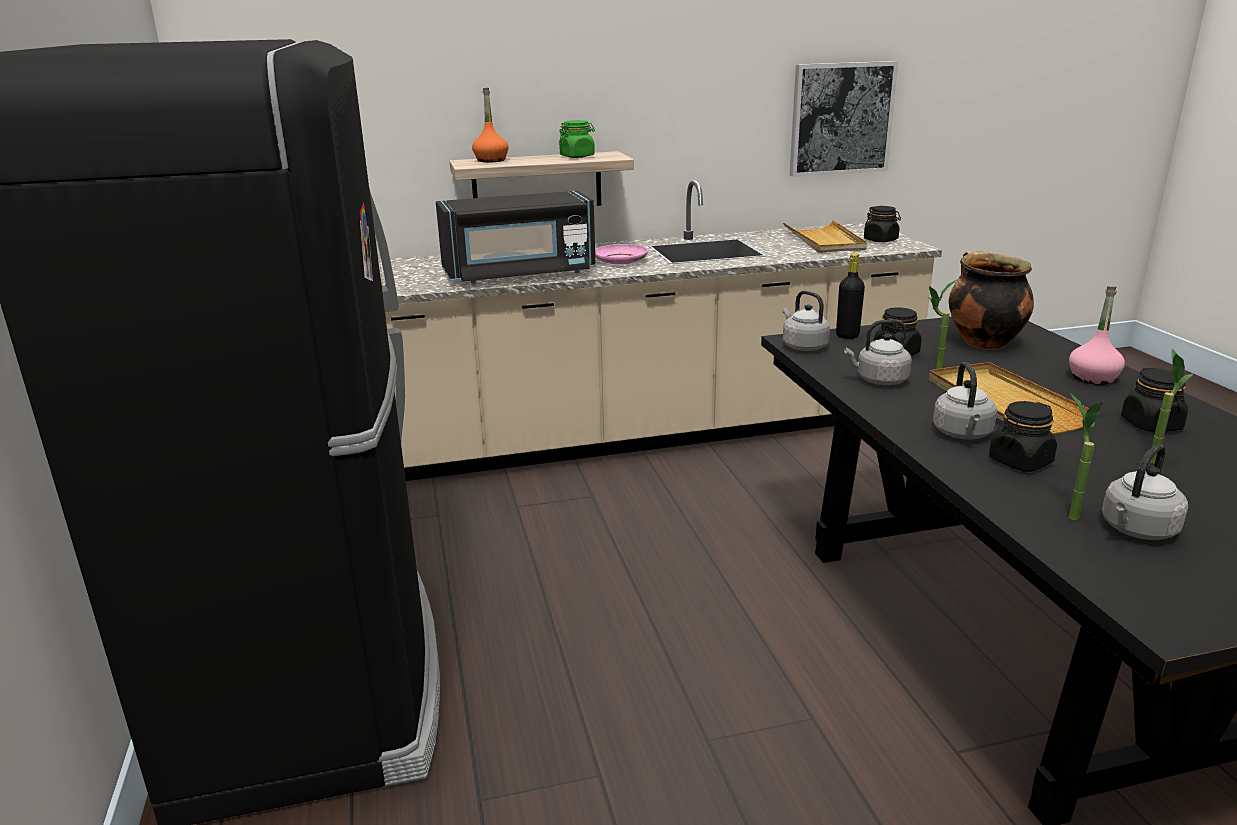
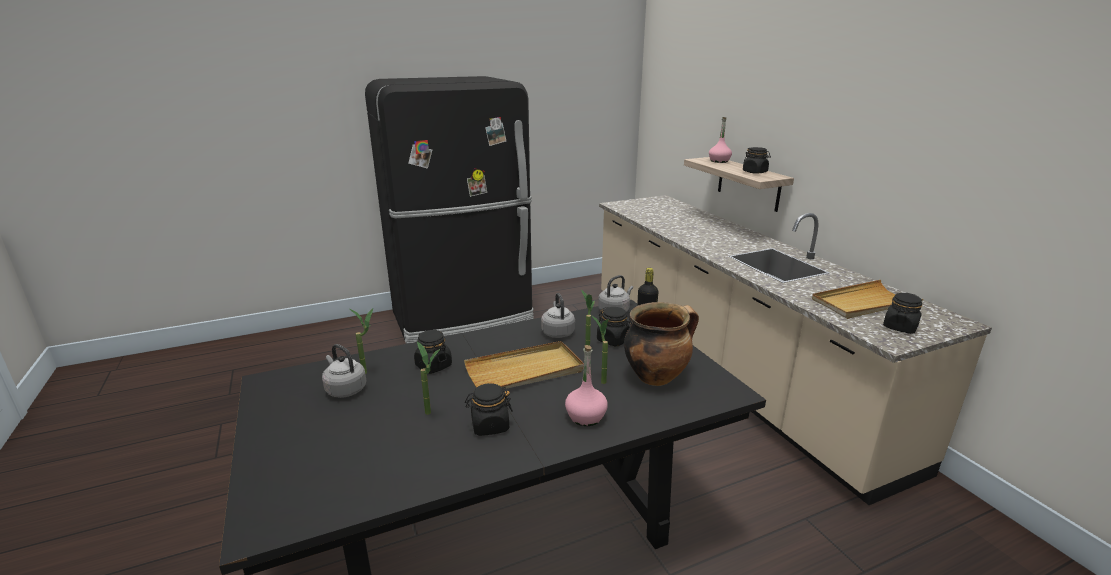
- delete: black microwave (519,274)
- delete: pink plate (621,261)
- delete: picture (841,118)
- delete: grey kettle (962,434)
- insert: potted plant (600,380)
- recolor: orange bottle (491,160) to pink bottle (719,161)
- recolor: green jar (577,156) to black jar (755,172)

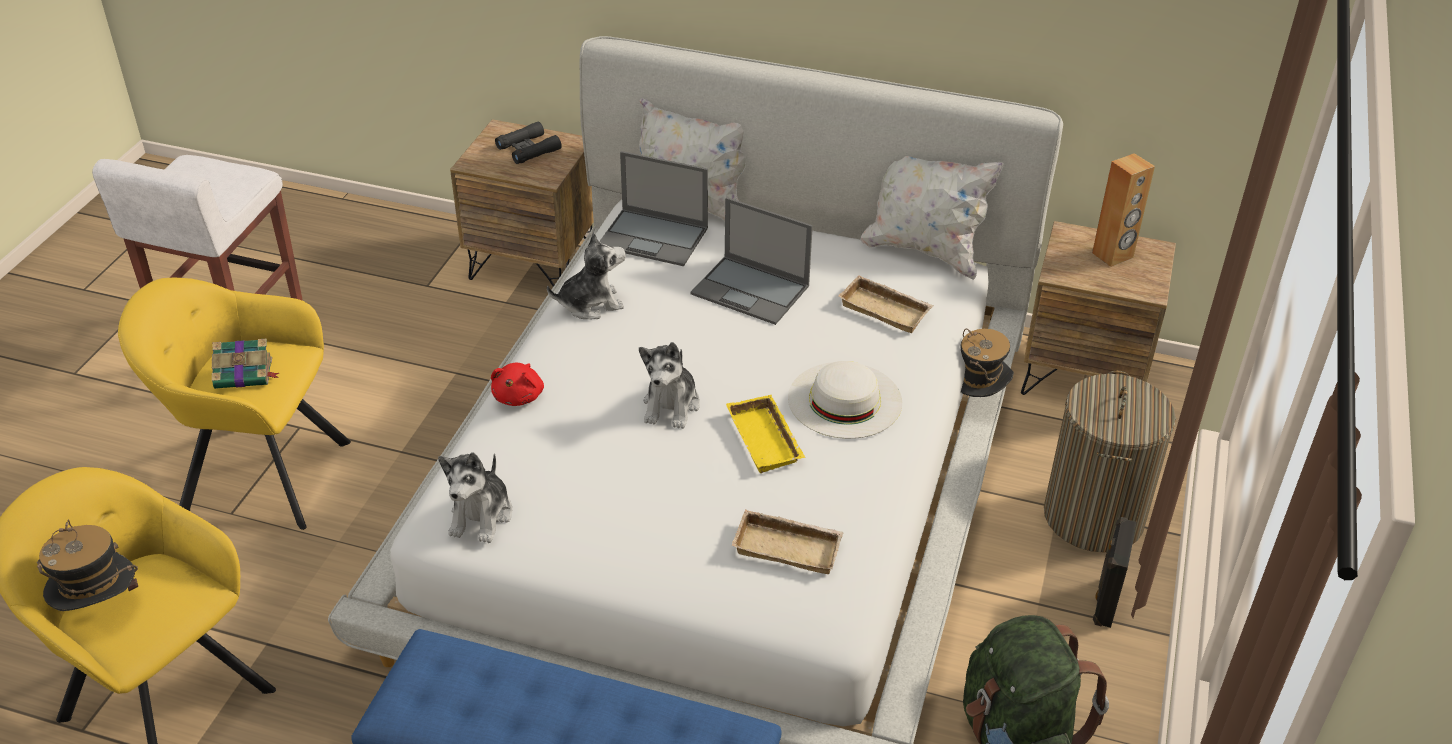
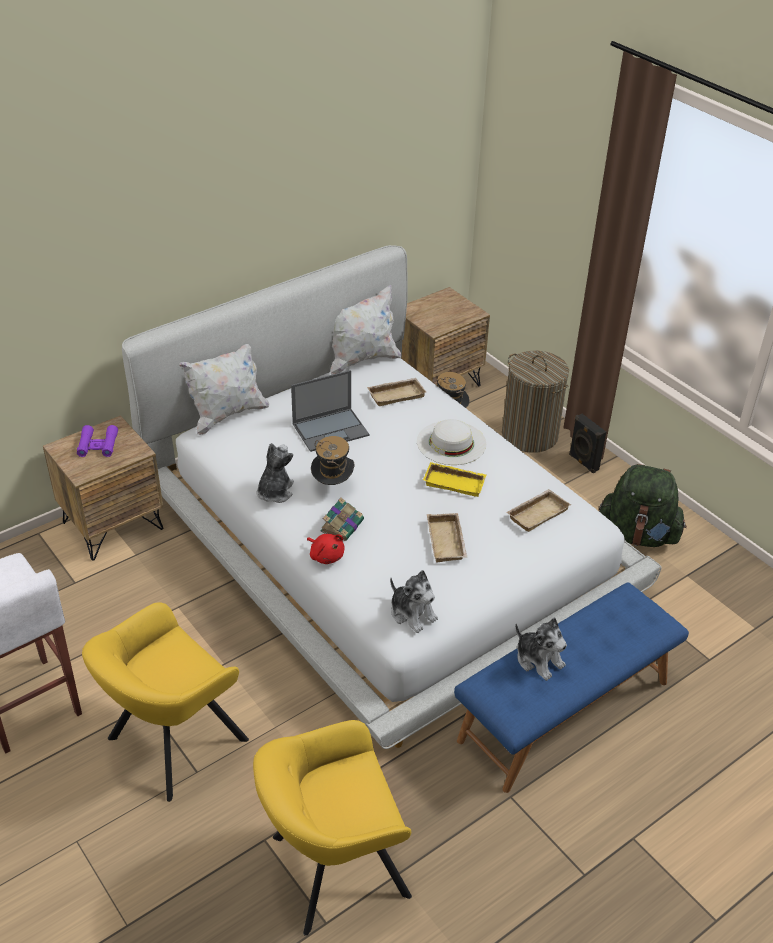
- delete: laptop (654,237)
- delete: brown speaker (1113,255)
- insert: beige tray (448,542)
- move: hat (101,610) to (333,486)
- move: book (245,373) to (342,525)
- move: plush toy (671,405) to (538,660)
- recolor: black binoculars (528,149) to purple binoculars (98,445)

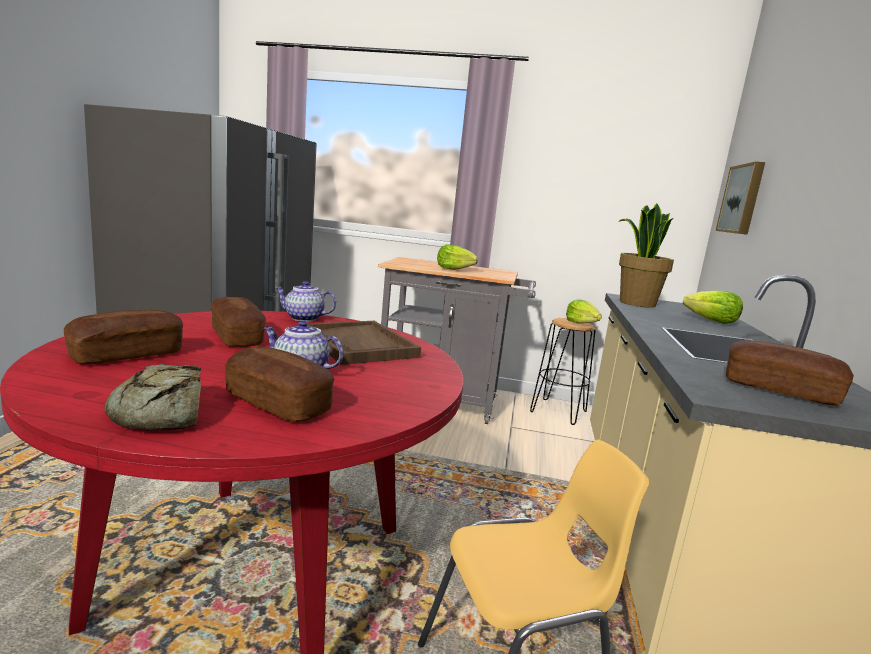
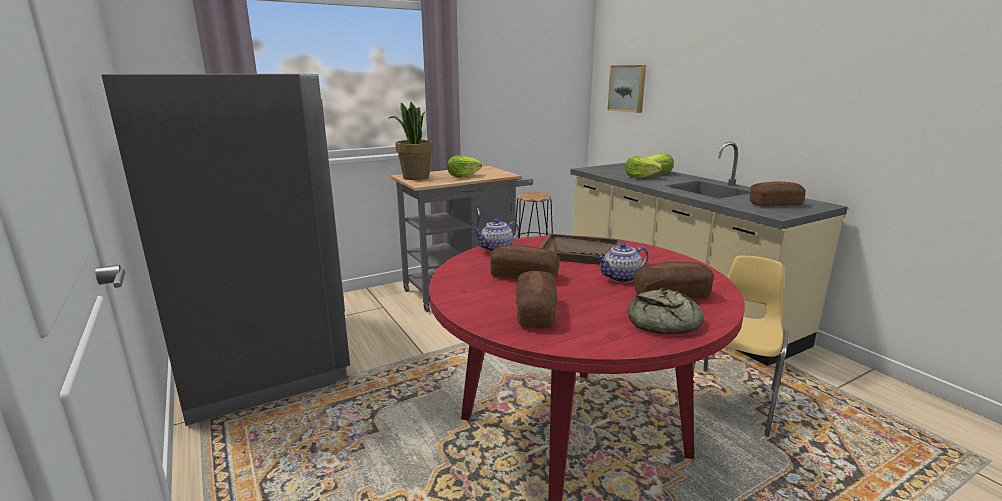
- move: lettuce (581,323) to (640,177)
- move: potted plant (636,303) to (415,177)

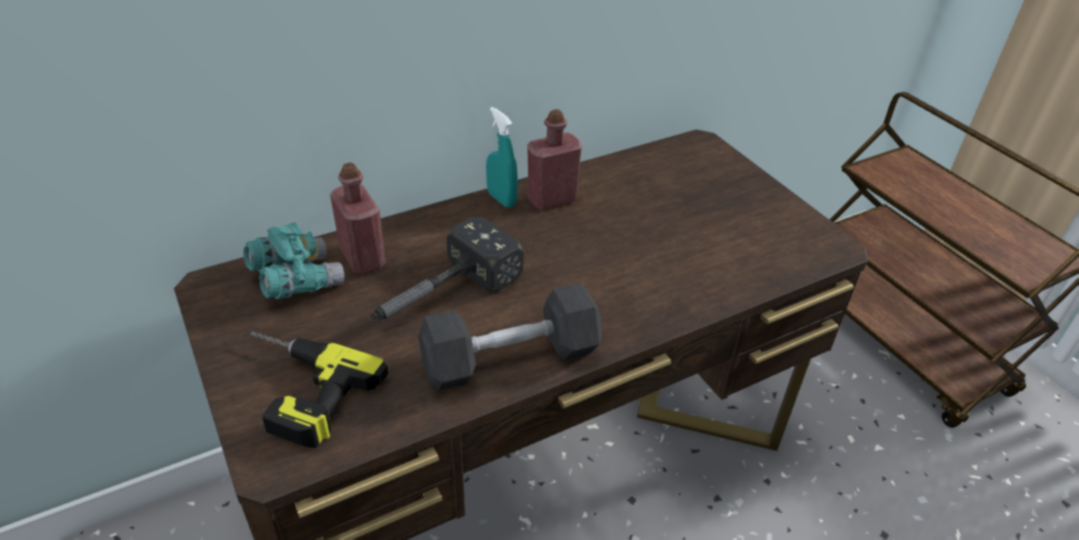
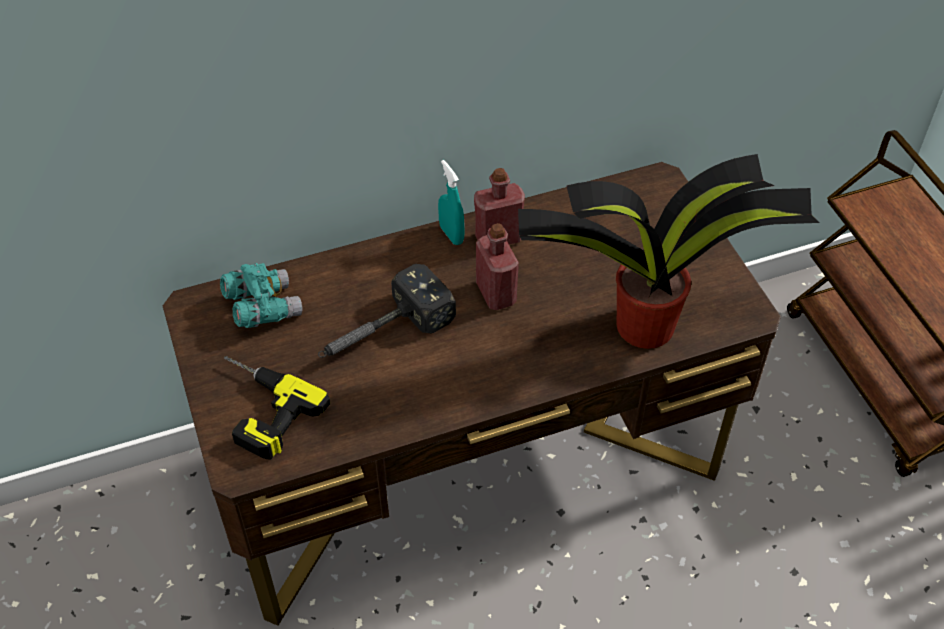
- delete: grey dumbbell (510,358)
- insert: potted plant (649,325)
- move: red bottle (362,258) to (496,293)

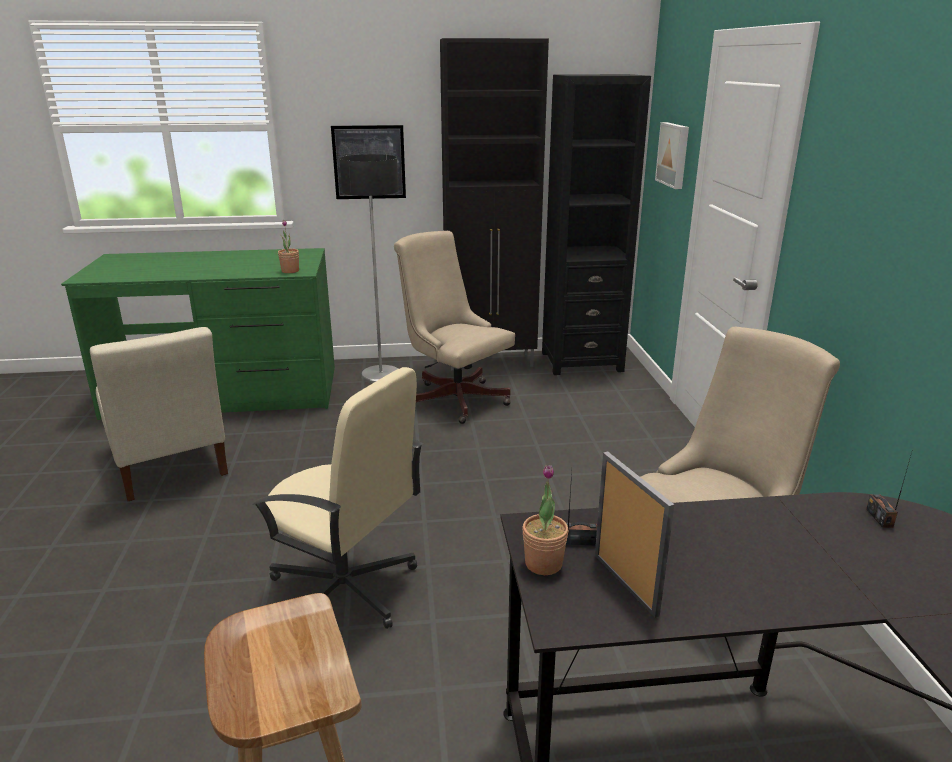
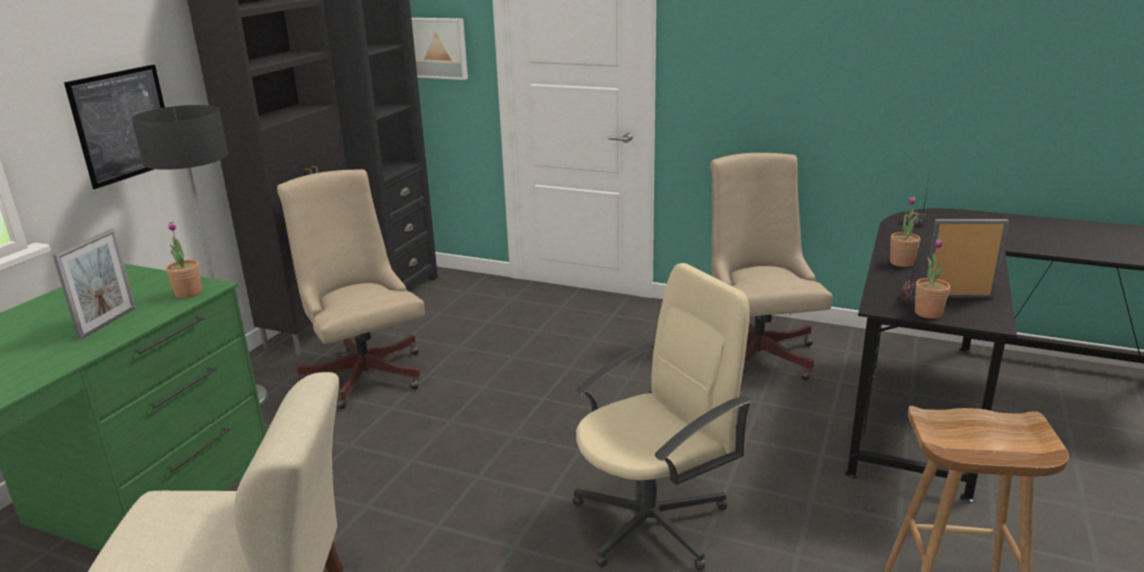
- insert: picture frame (108,323)
- insert: potted plant (901,263)
- rotate: beige office chair (453,398) = (364,371) 75 degrees clockwise

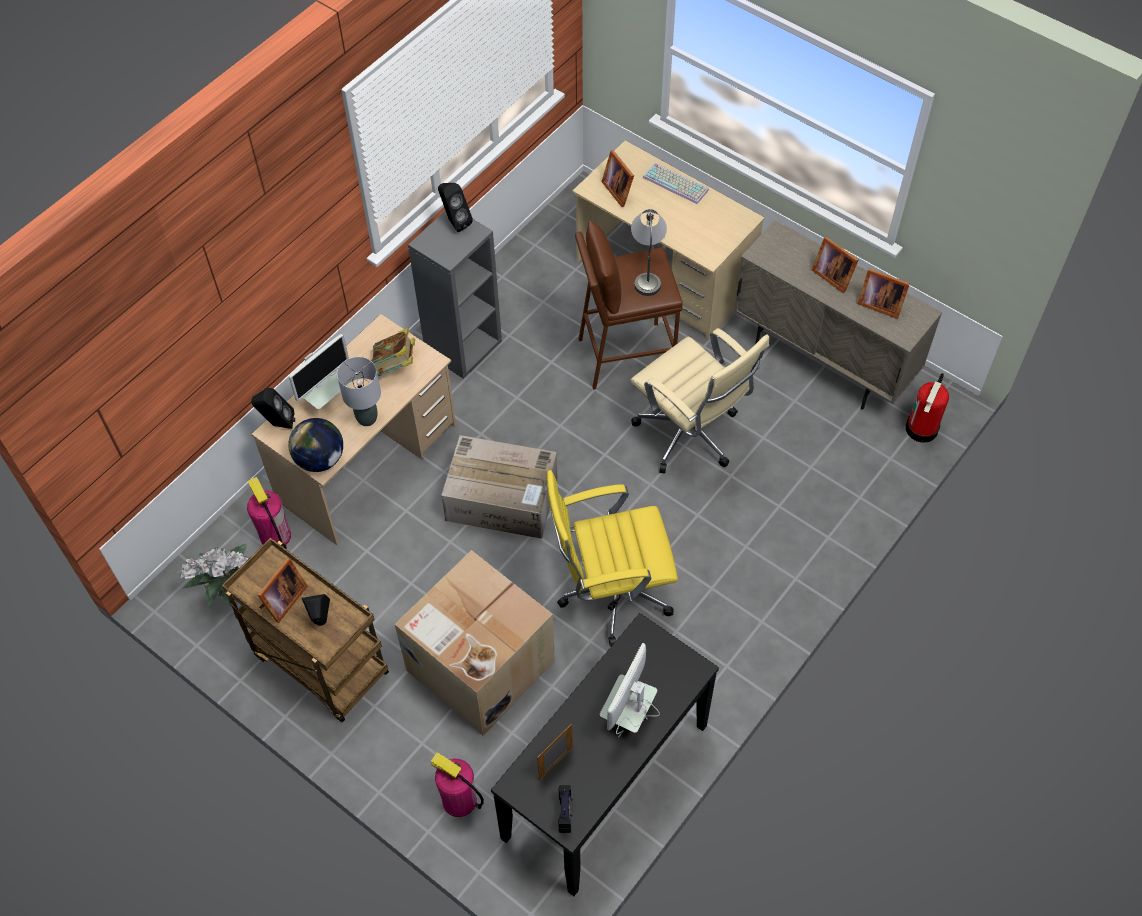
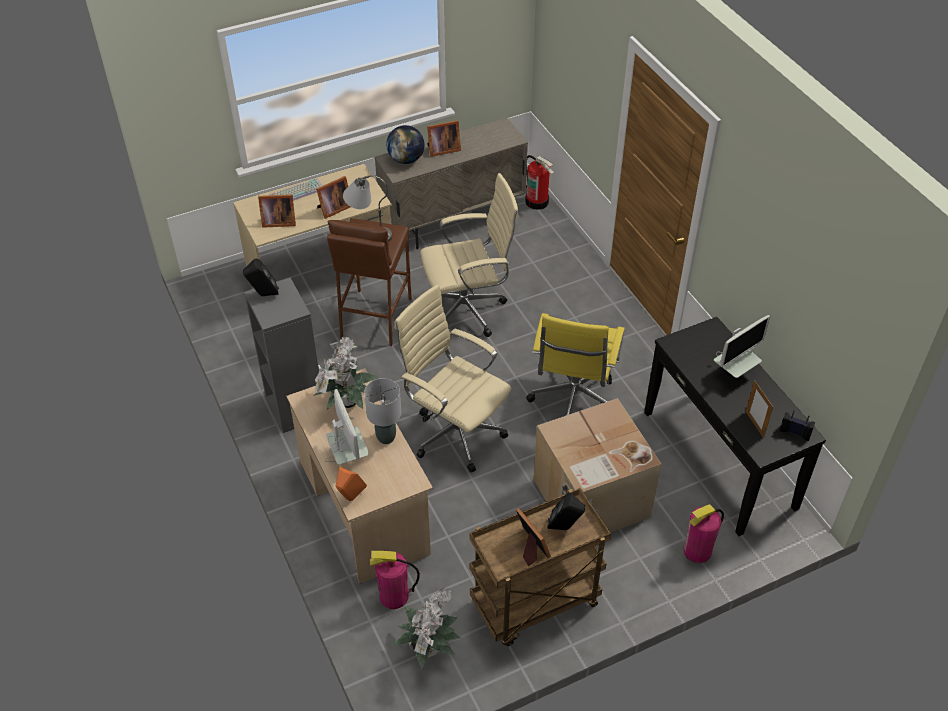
- move: globe (320,459) to (406,159)
- move: picture frame (879,303) to (333,209)
- replace: book (395,365) to potted plant (346,403)
- replace: cardboard box (503,499) to beige office chair (454,433)
- recolor: black speaker (277,424) to orange speaker (350,498)
- rotate: monitor (629,715) = (733,373) 90 degrees counterclockwise

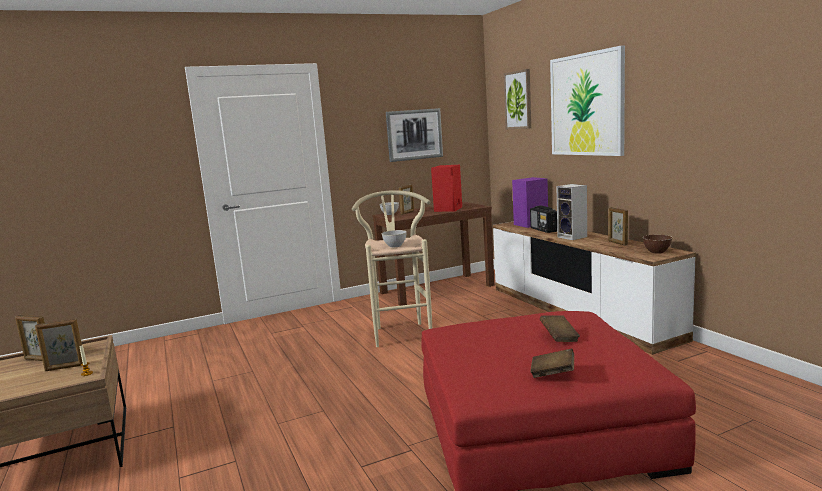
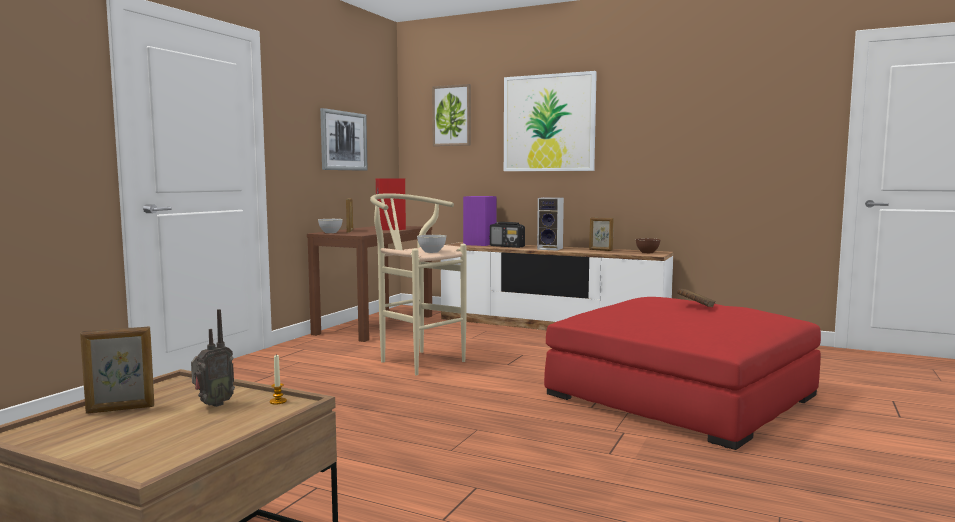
- delete: brown book (552,373)
- replace: picture frame (65,367) to radio (212,405)

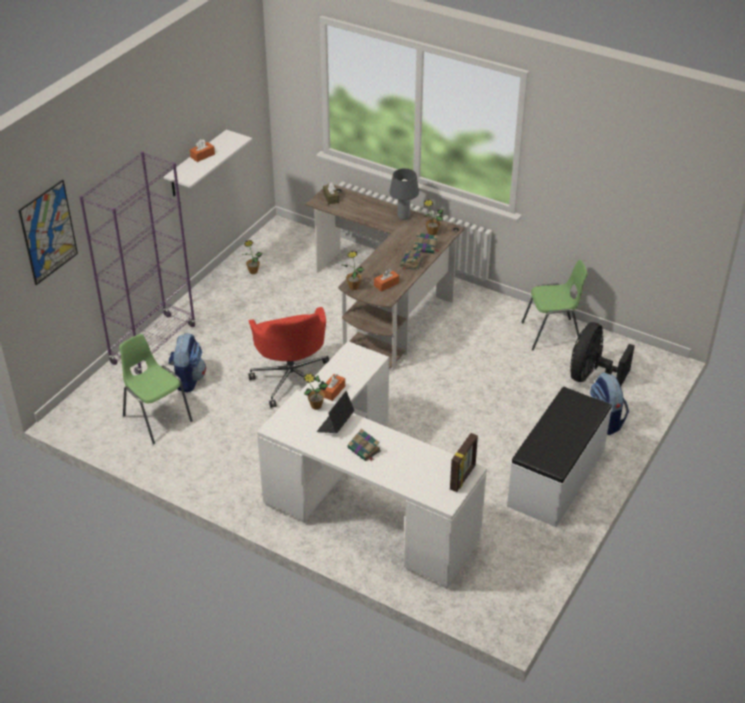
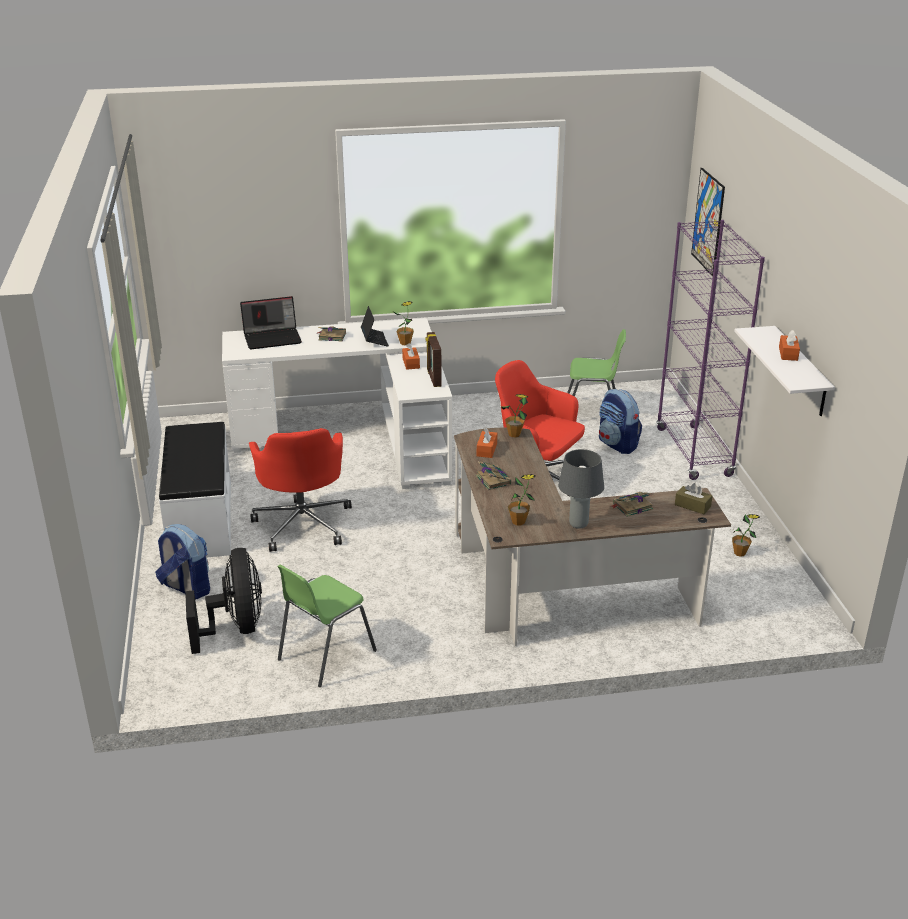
- insert: laptop (273,338)
- insert: red office chair (303,523)
- move: book (426,247) to (631,507)
- move: picture frame (463,478) to (433,378)

